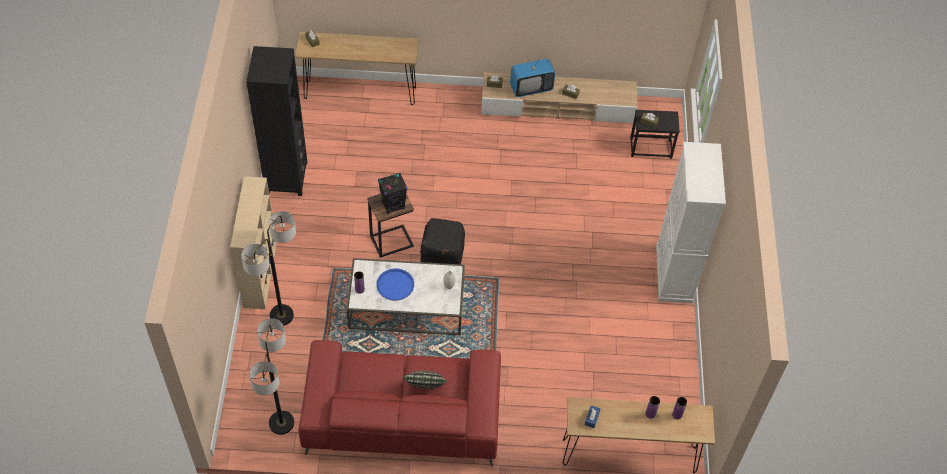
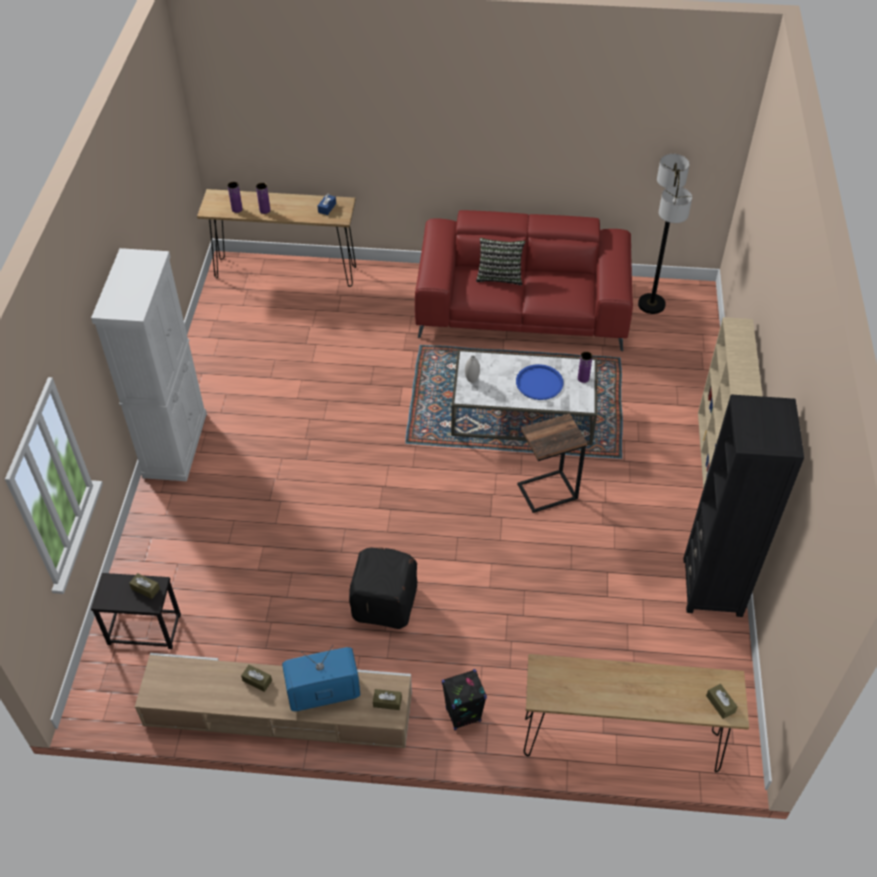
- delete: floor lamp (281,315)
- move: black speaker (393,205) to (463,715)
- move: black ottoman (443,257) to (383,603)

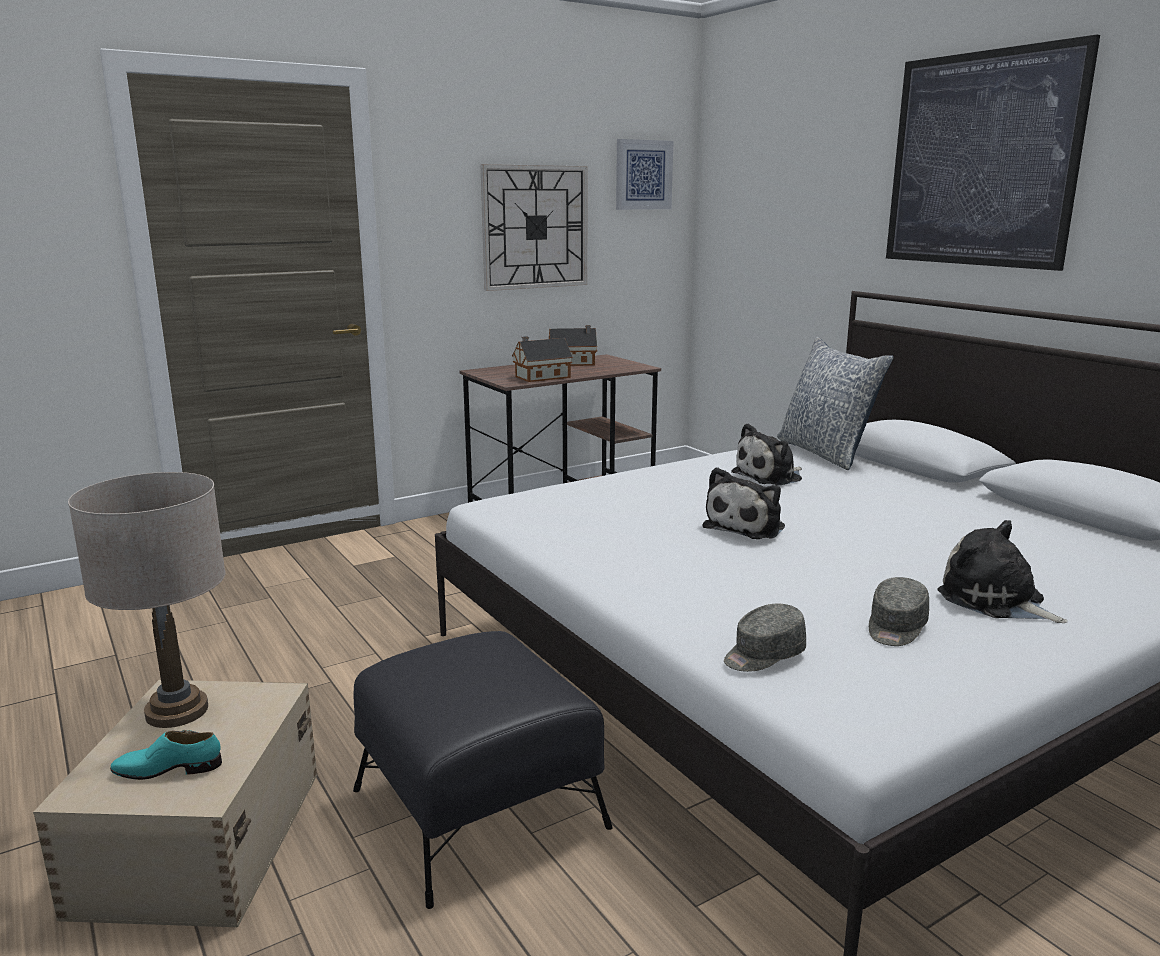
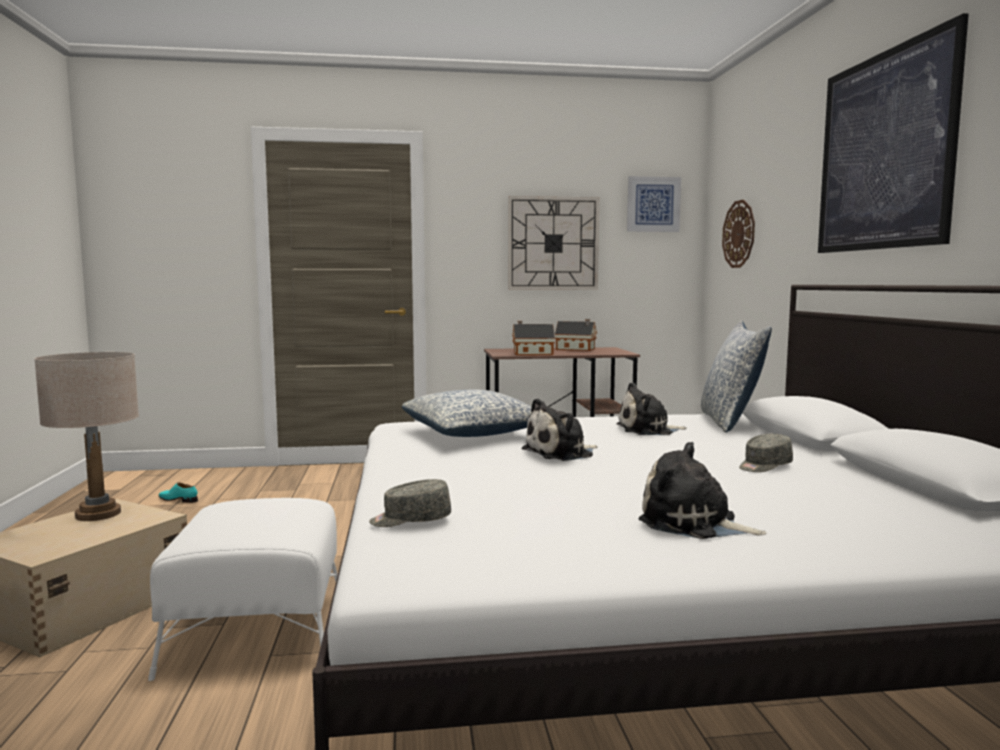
- insert: pillow (474,433)
- insert: wall clock (739,234)
- move: turquoise shoe (168,769) to (178,500)
- move: grey cap (895,628) to (764,466)
- recolor: black ottoman (478,809) to white ottoman (256,632)
- rotate: plush toy (995,601) = (693,523) 45 degrees counterclockwise

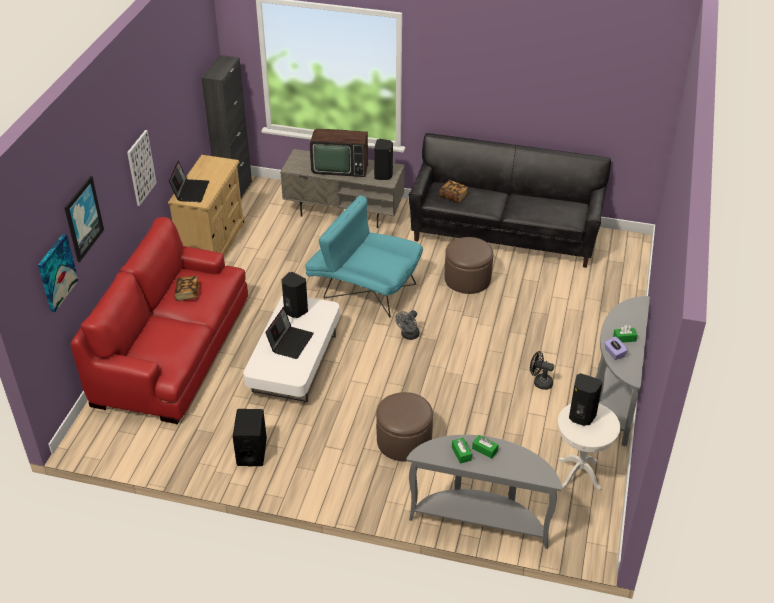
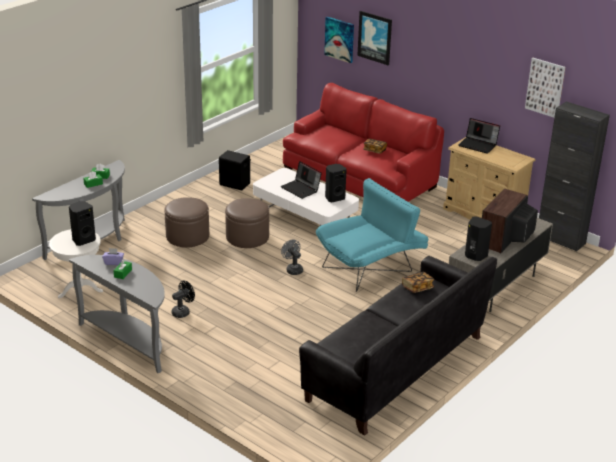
- move: picture (141,167) to (545,87)
- move: brown ottoman (467,279) to (247,237)

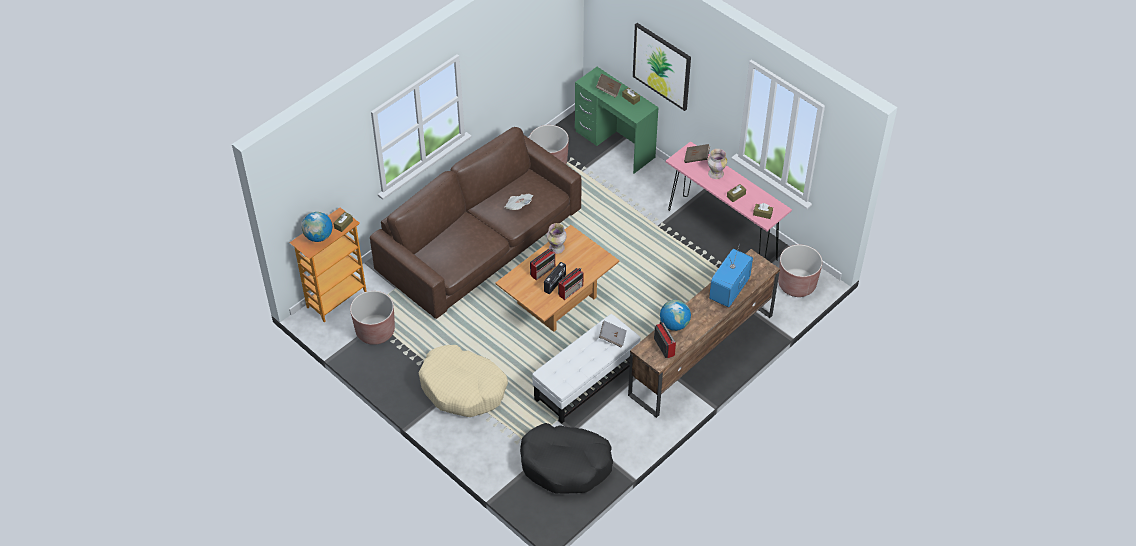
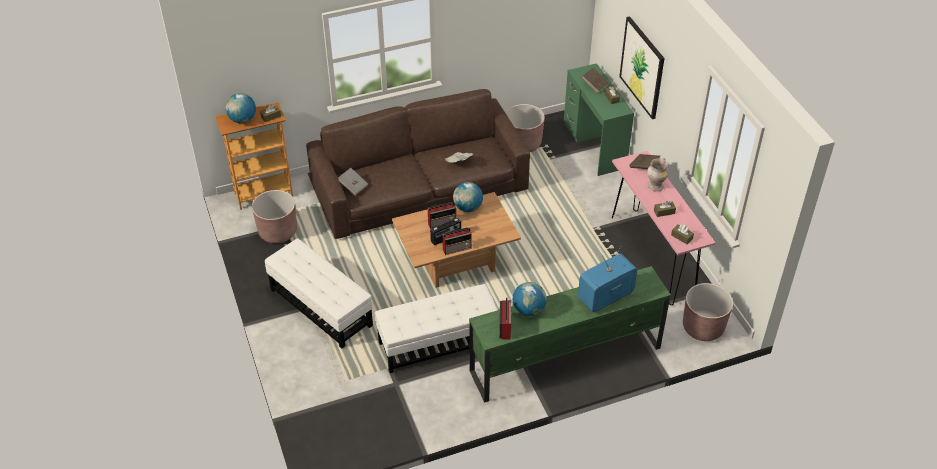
- delete: black dog bed (565,464)
- move: grey book (612,338) to (353,186)
- replace: beige dog bed (463,388) to white ottoman (320,307)
- replace: vase (556,248) to globe (467,208)
- recolor: brown tv stand (700,355) to green tv stand (564,359)

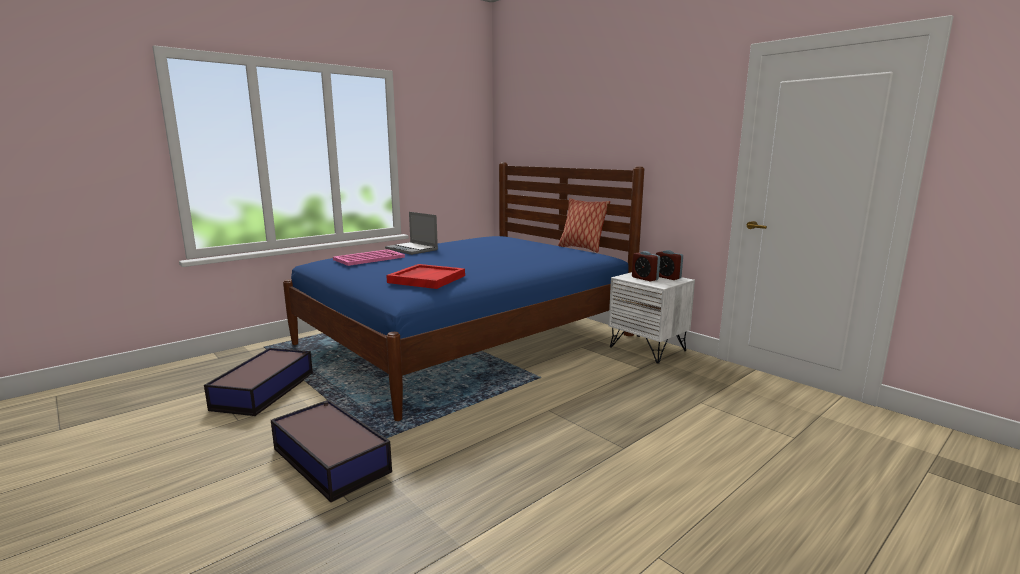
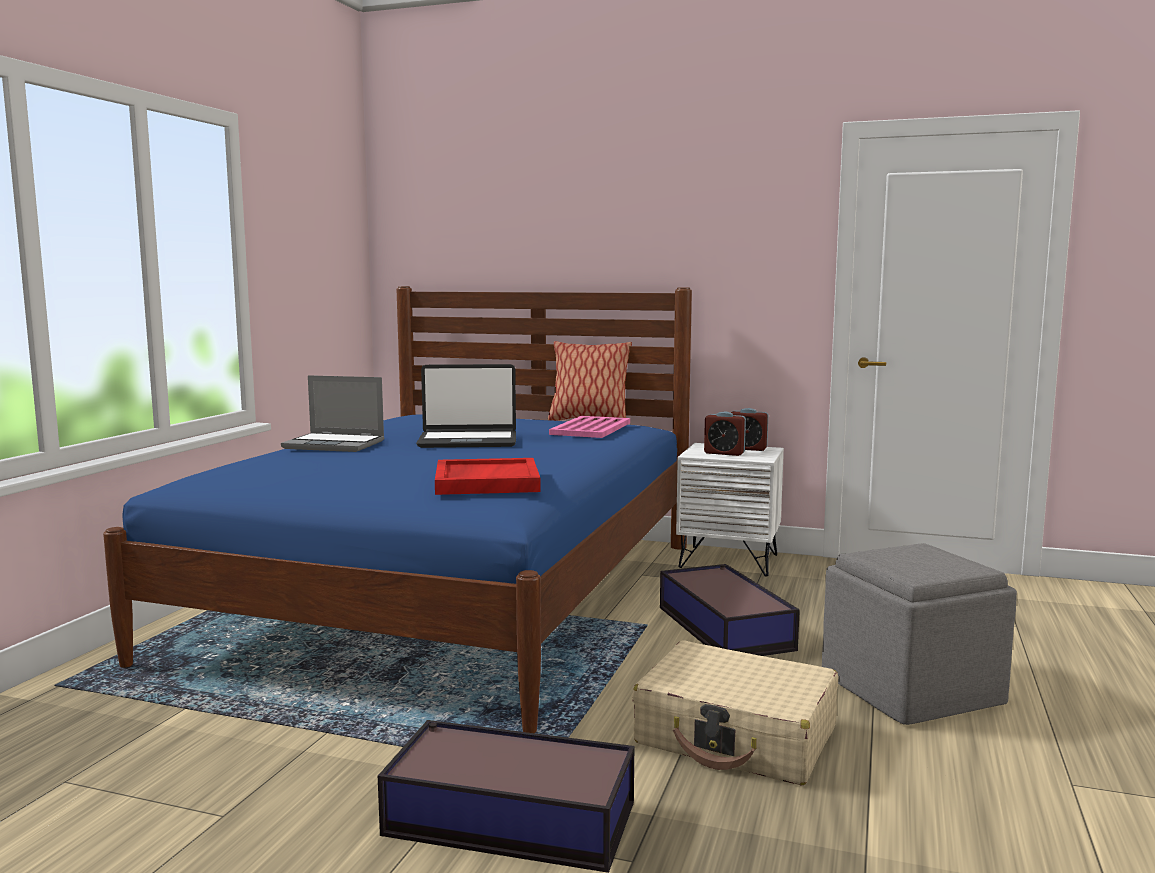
- insert: laptop (468,441)
- insert: beige suitcase (736,736)
- insert: grey ottoman (913,690)
- move: storage box (265,390) to (724,627)
- move: pink tray (370,258) to (591,428)

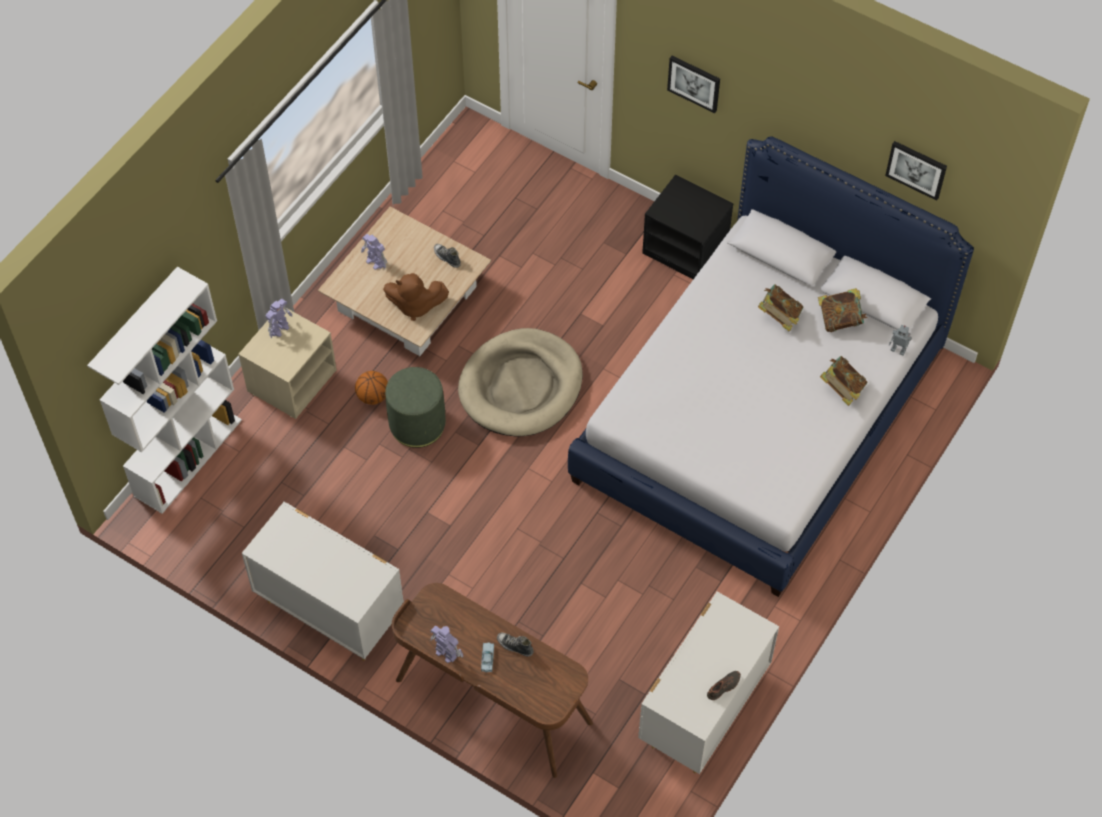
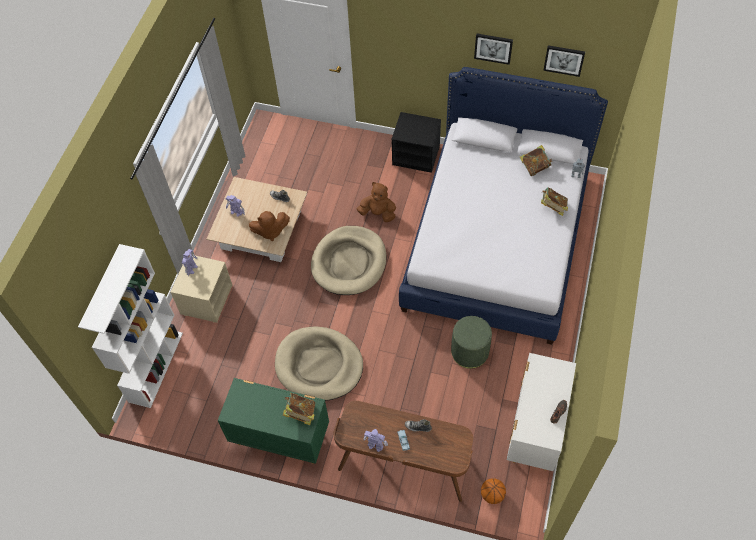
- insert: beige dog bed (319,365)
- insert: brown plush toy (378,213)
- move: basketball (373,397) to (492,495)
- move: green ottoman (417,424) to (470,352)
- move: picture (694,83) to (493,48)
- move: book (779,316) to (300,413)
- recolor: white dresser (330,610) to green dresser (280,437)

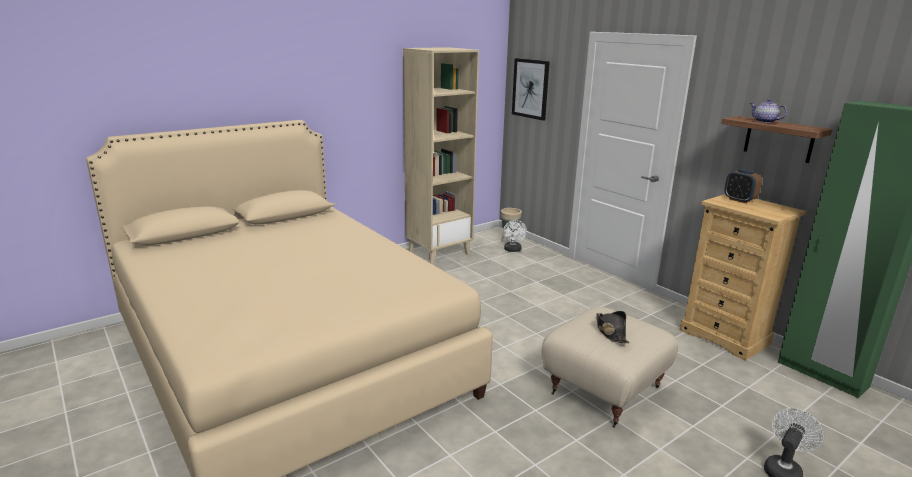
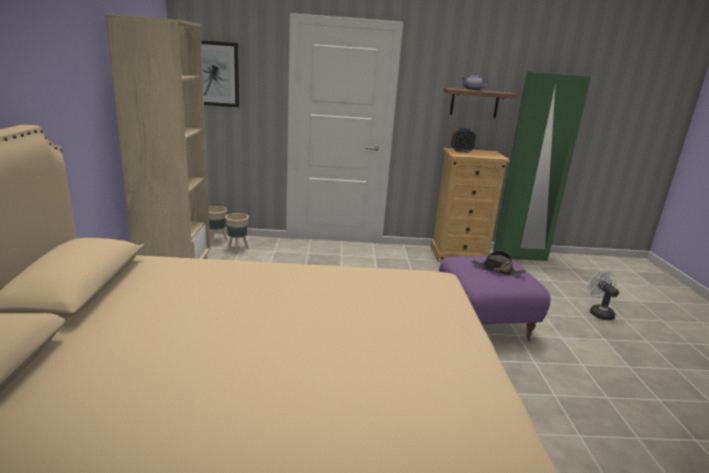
- replace: white fan (513,250) to beige planter (237,248)
- recolor: beige ottoman (605,390) to purple ottoman (484,321)

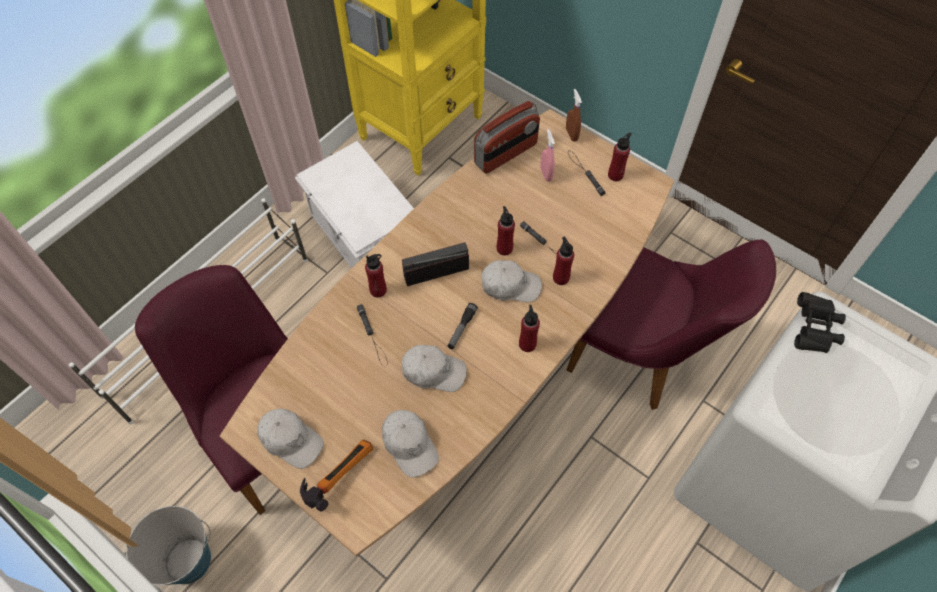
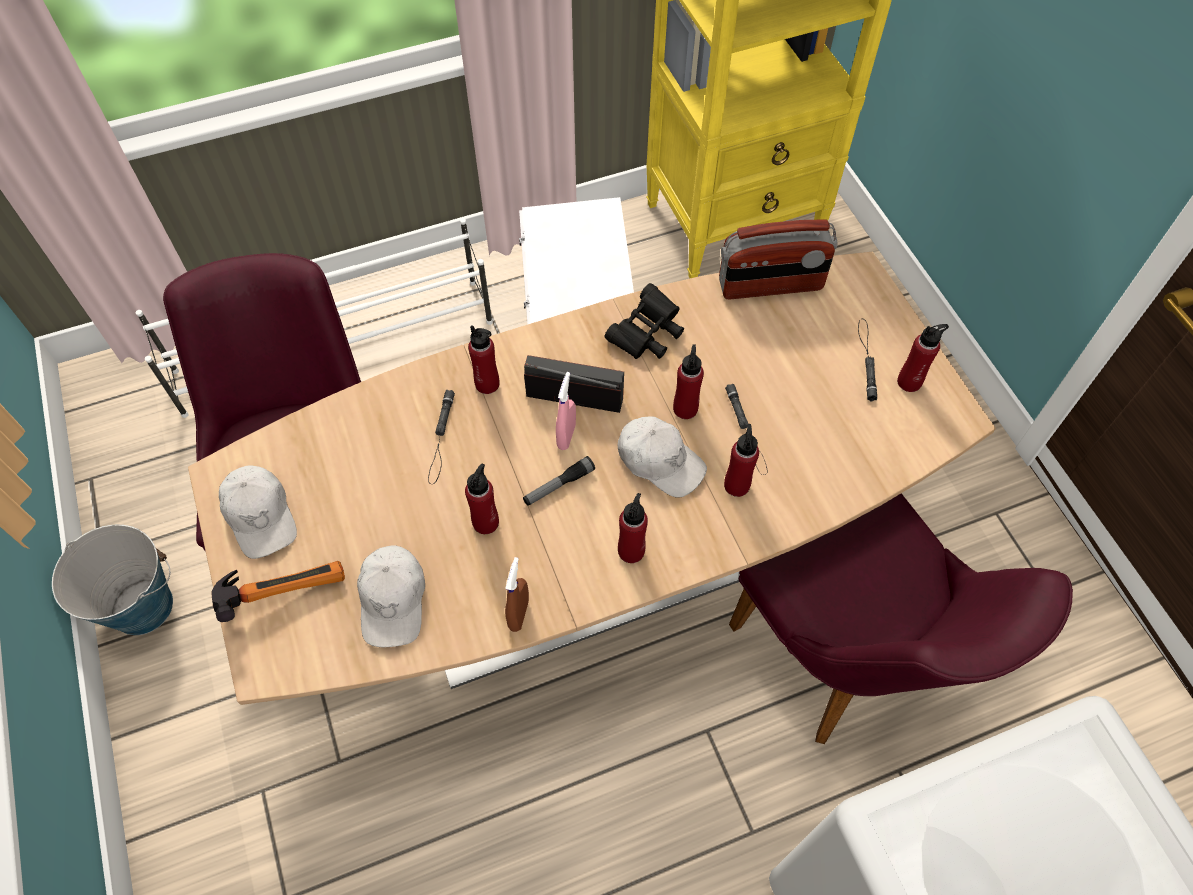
- move: pink spray bottle (546,174) to (566,436)
- move: brown spray bottle (571,134) to (519,614)
- move: black binoculars (814,330) to (647,335)
- replace: white cap (433,371) to red bottle (486,522)

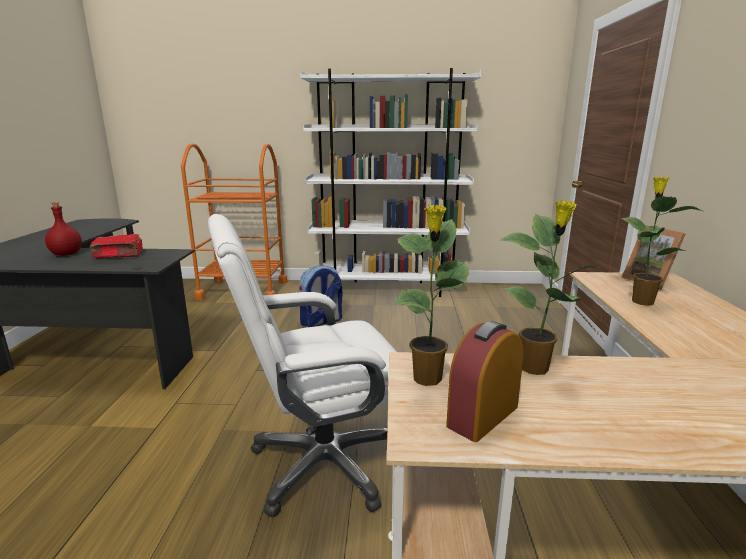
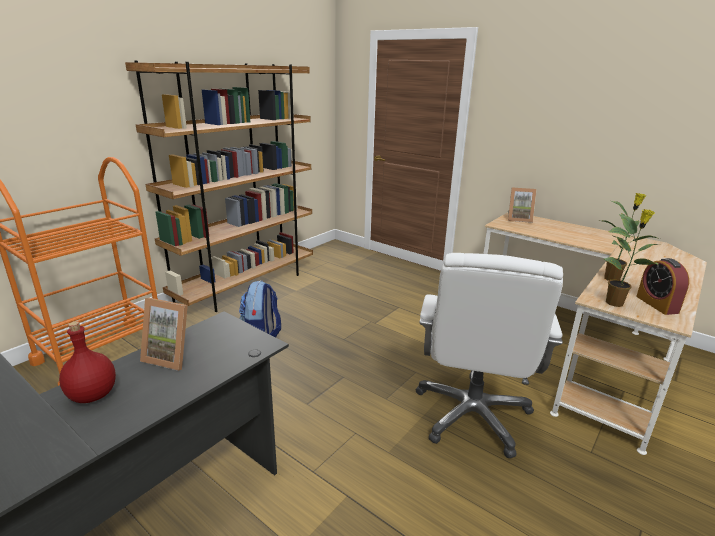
- delete: potted plant (641,301)
- replace: red book (119,255) to picture frame (172,356)
- recolor: white bookcase (388,288) to brown bookcase (246,285)

